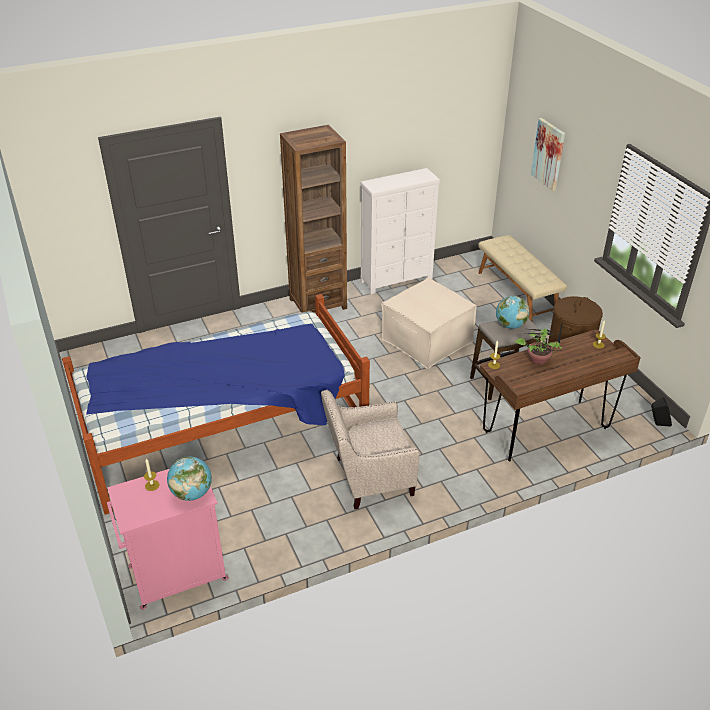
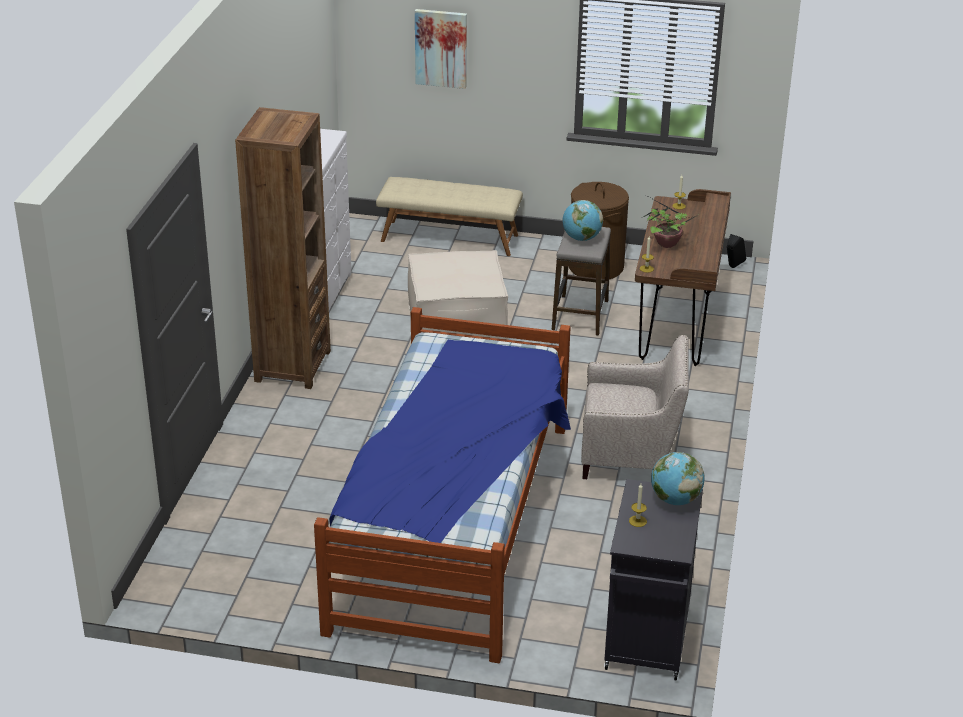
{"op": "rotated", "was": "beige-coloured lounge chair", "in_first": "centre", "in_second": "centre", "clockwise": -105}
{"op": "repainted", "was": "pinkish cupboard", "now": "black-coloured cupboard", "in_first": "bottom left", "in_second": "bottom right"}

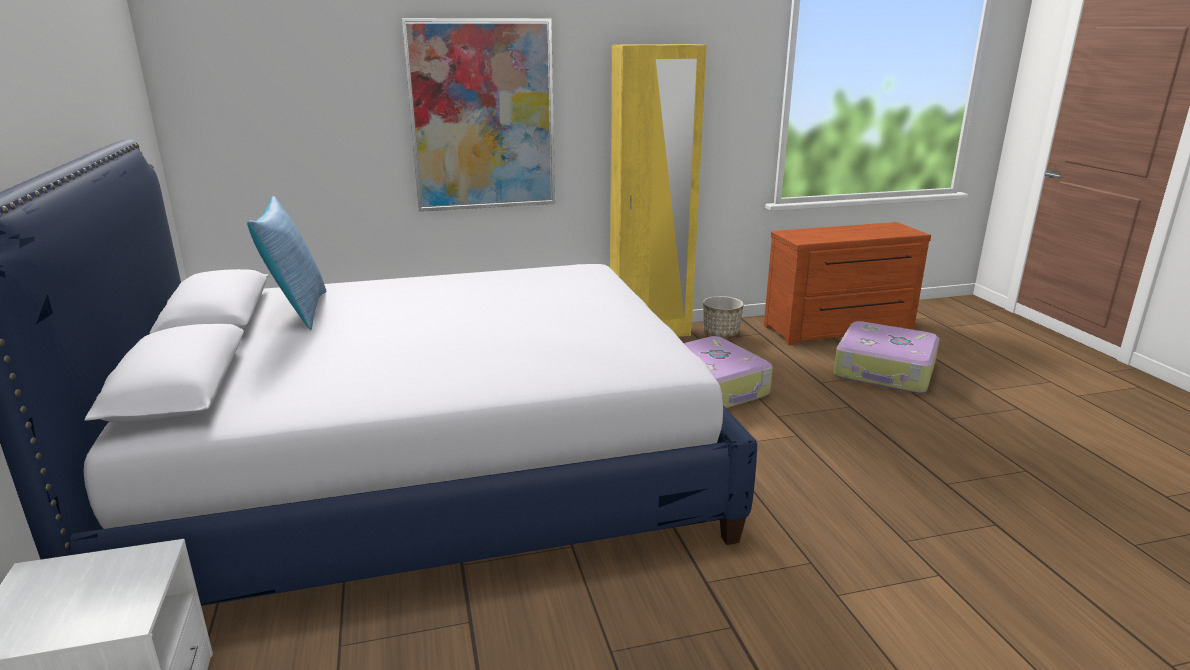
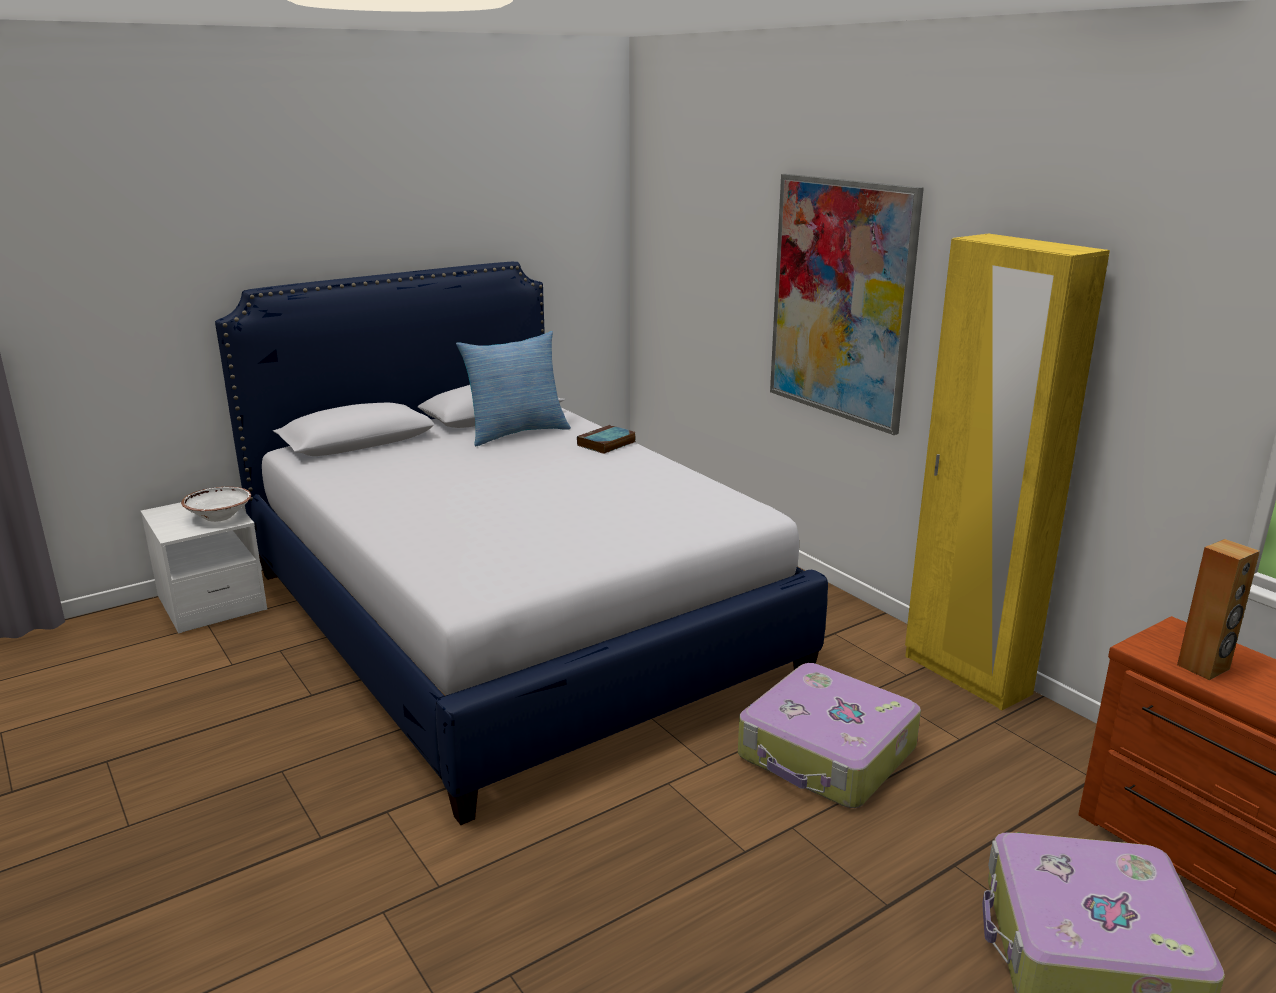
{"op": "gone", "was": "flower pot", "in_first": "centre"}
{"op": "new", "now": "book", "in_second": "centre"}
{"op": "new", "now": "whitish deep dish", "in_second": "middle left"}
{"op": "new", "now": "brownish audio speaker", "in_second": "middle right"}

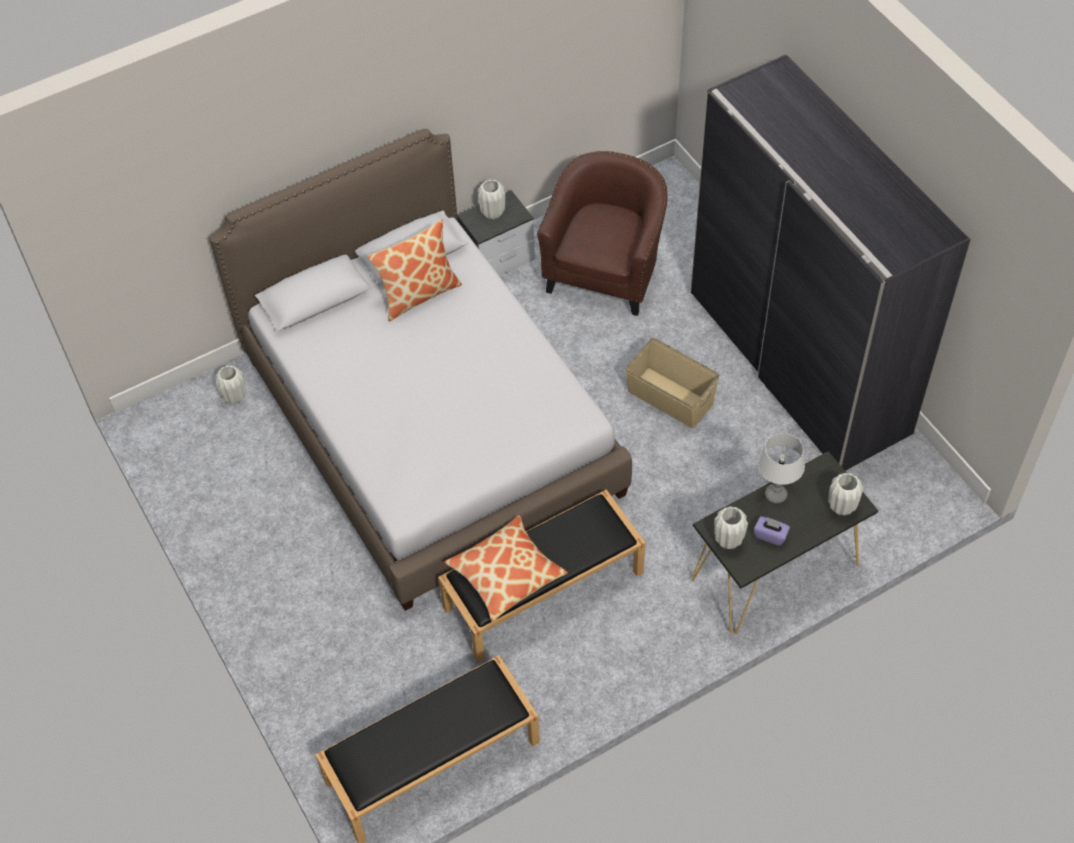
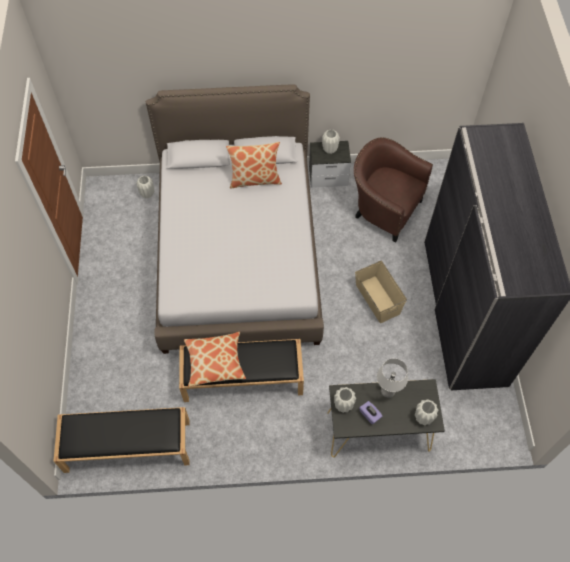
{"op": "rotated", "was": "brownish lounge chair", "in_first": "top centre", "in_second": "middle right", "clockwise": -105}

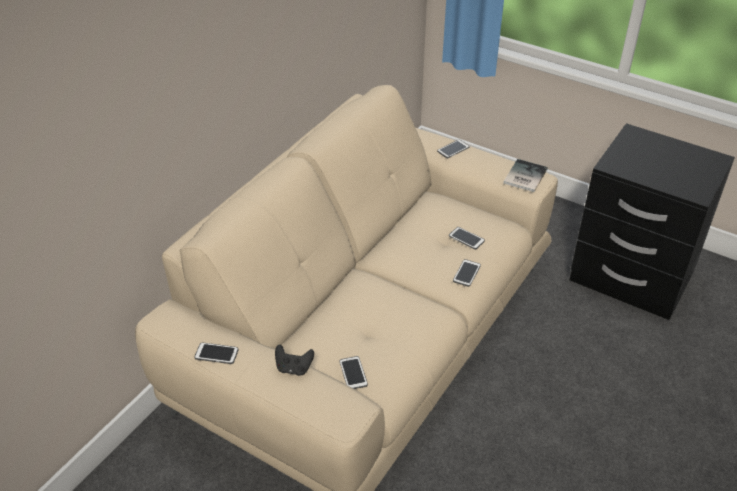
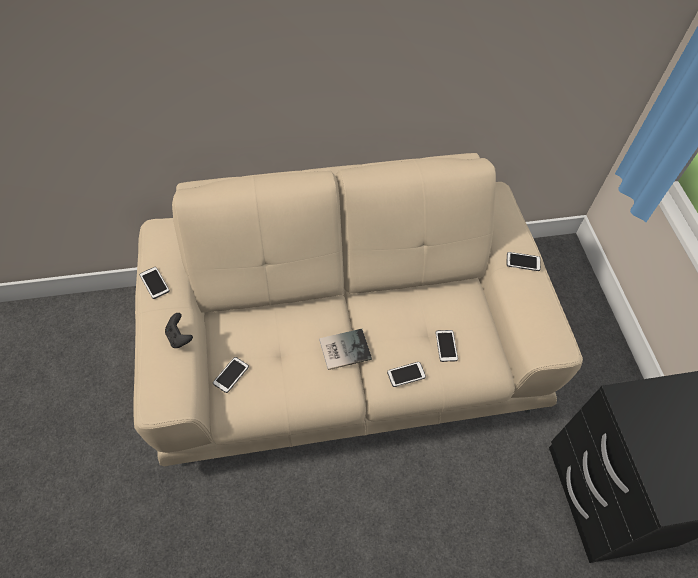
{"op": "shifted", "was": "book", "in_first": "middle right", "in_second": "centre"}

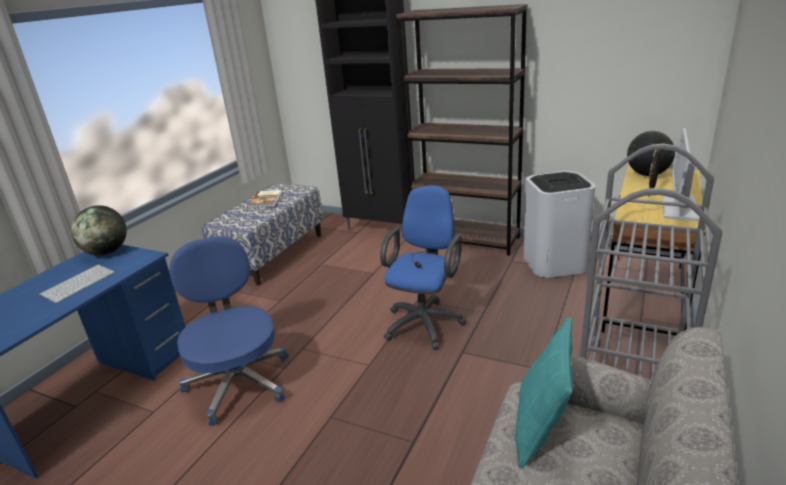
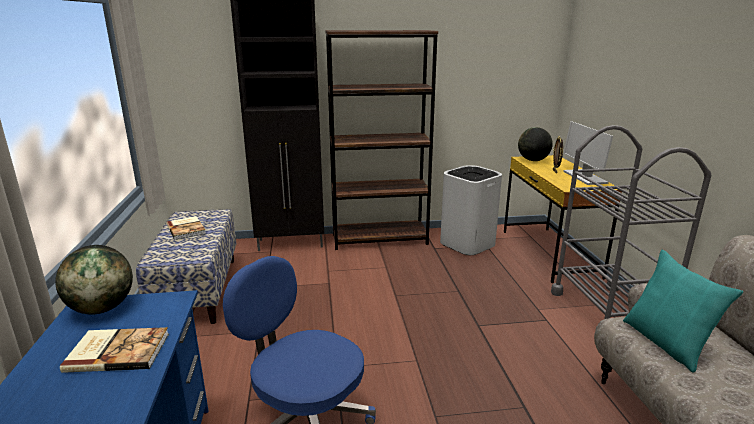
{"op": "gone", "was": "blue-coloured desk chair (no. 2 from left)", "in_first": "centre"}
{"op": "swapped", "was": "computer keyboard", "now": "book (no. 1 from left)", "in_first": "middle left", "in_second": "bottom left"}

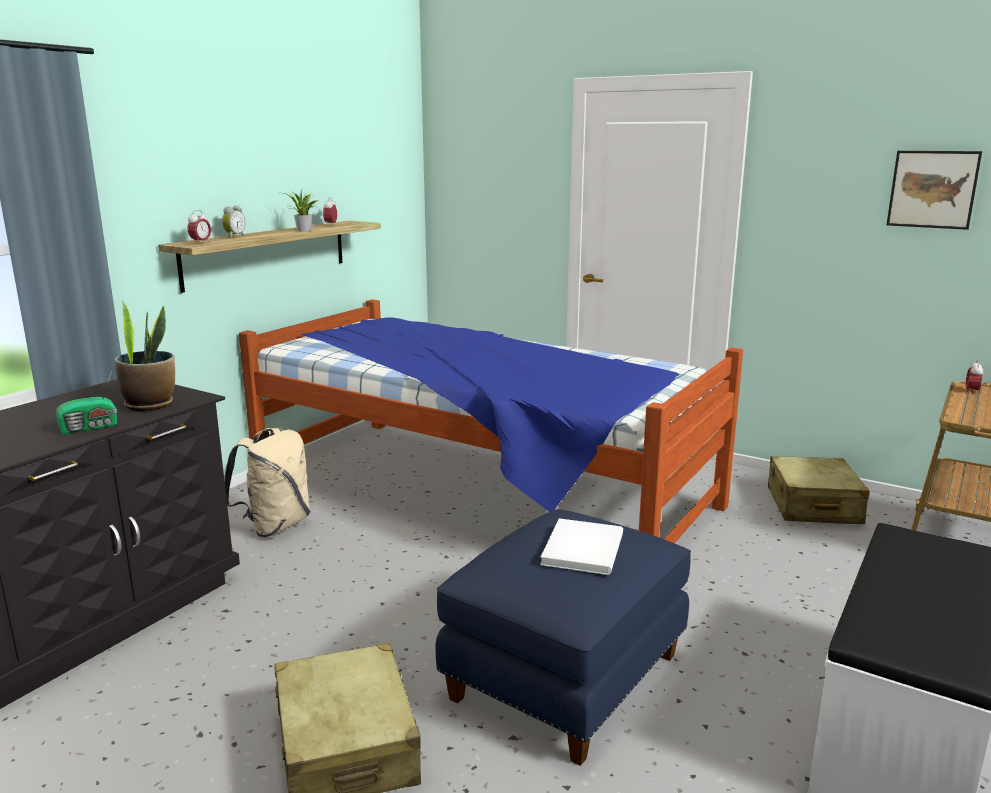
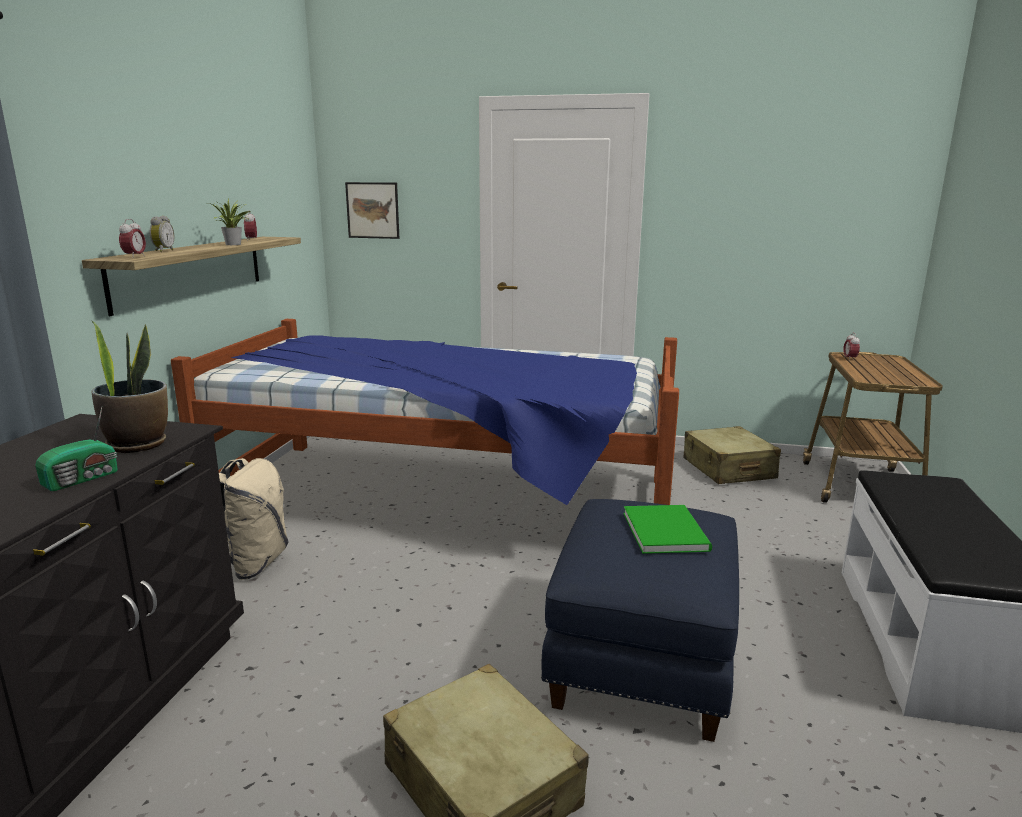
{"op": "shifted", "was": "picture", "in_first": "top right", "in_second": "top centre"}
{"op": "repainted", "was": "whitish book", "now": "green book", "in_first": "bottom centre", "in_second": "centre"}

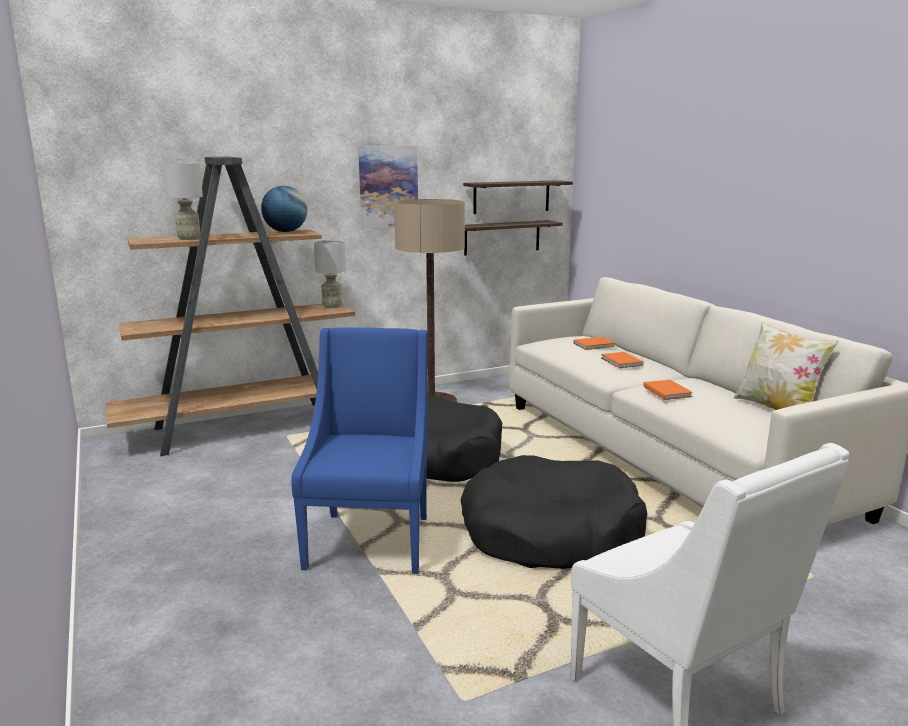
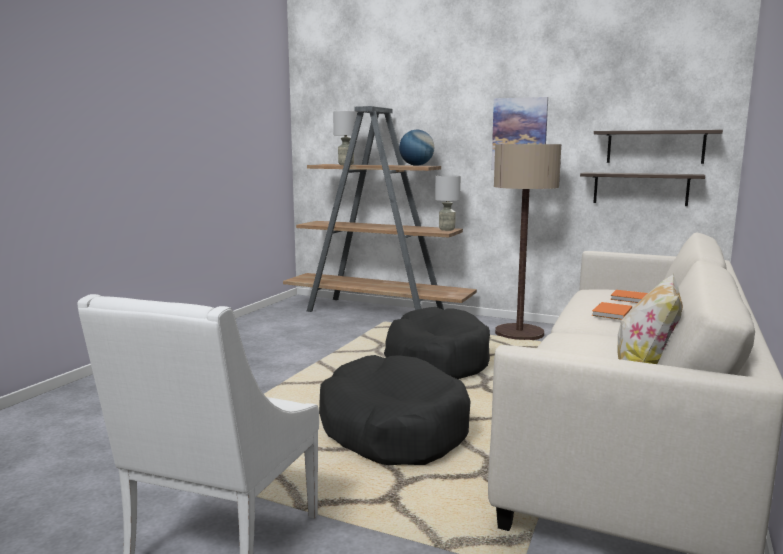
{"op": "gone", "was": "blue-coloured lounge chair", "in_first": "centre"}
{"op": "gone", "was": "orange book (no. 3 from left)", "in_first": "middle right"}

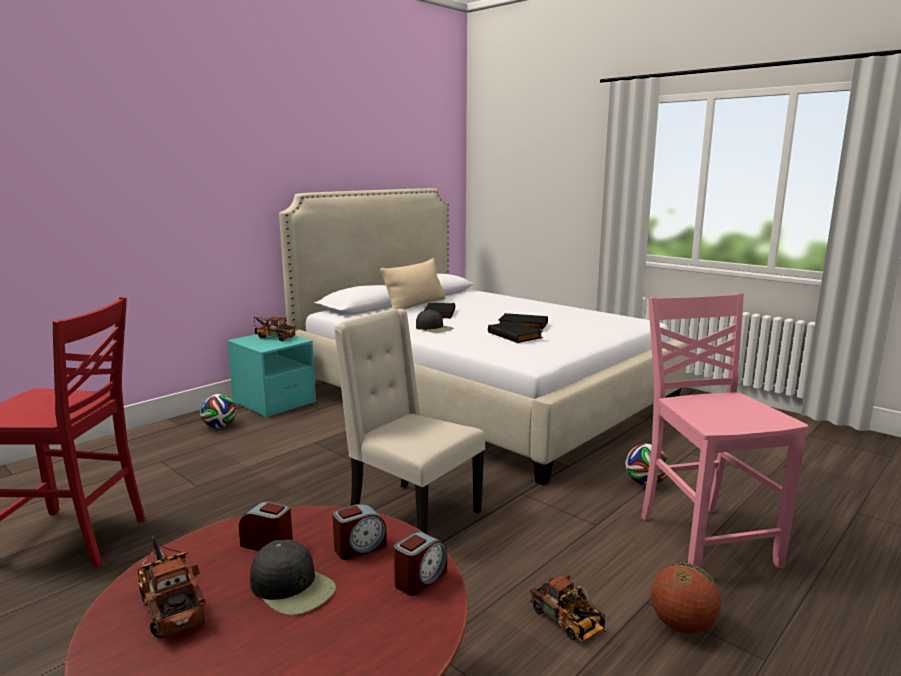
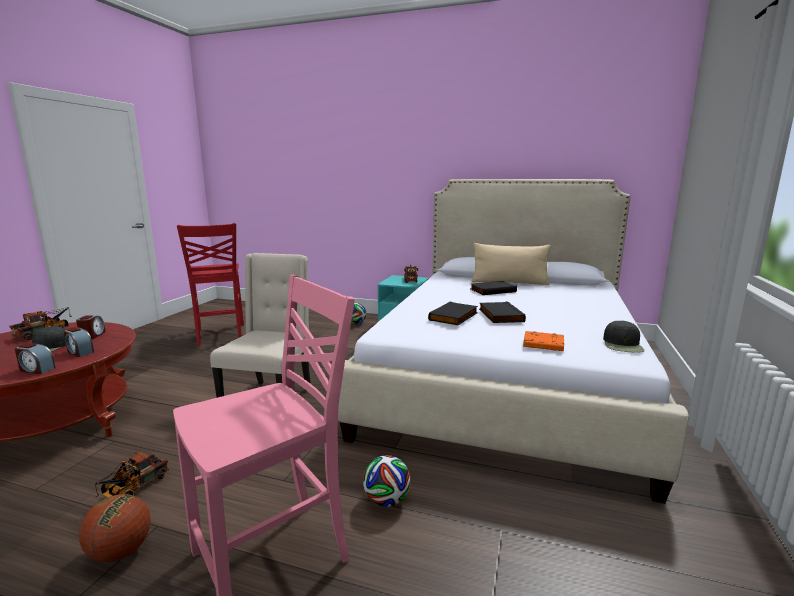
{"op": "shifted", "was": "black-coloured peaked cap (no. 2 from left)", "in_first": "centre", "in_second": "middle right"}
{"op": "new", "now": "orange book", "in_second": "middle right"}

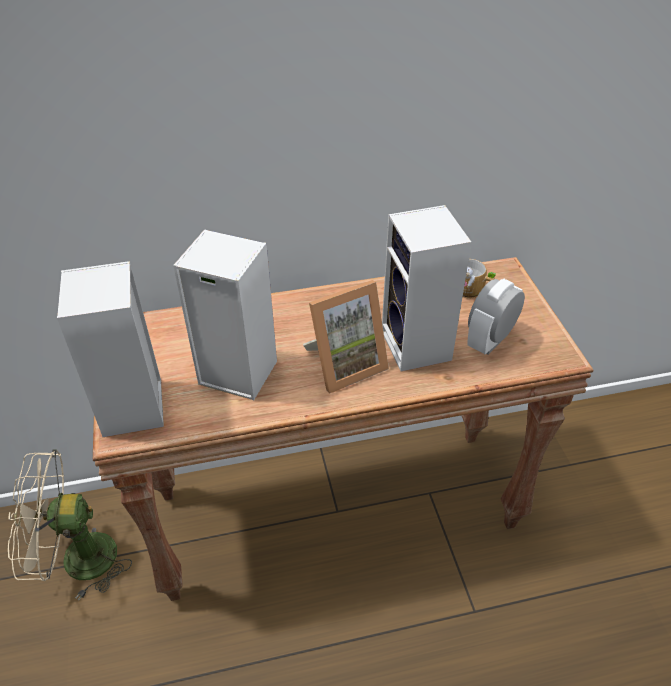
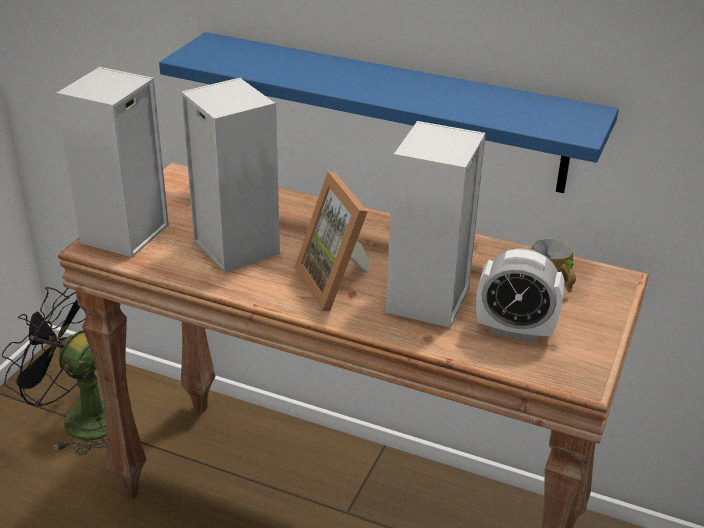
{"op": "rotated", "was": "bedside clock", "in_first": "middle right", "in_second": "middle right", "clockwise": -150}
{"op": "rotated", "was": "photo frame", "in_first": "centre", "in_second": "centre", "clockwise": 60}
{"op": "repainted", "was": "beige-coloured electric fan", "now": "black-coloured electric fan", "in_first": "bottom left", "in_second": "bottom left"}
{"op": "new", "now": "blue-coloured shelf", "in_second": "top centre"}

